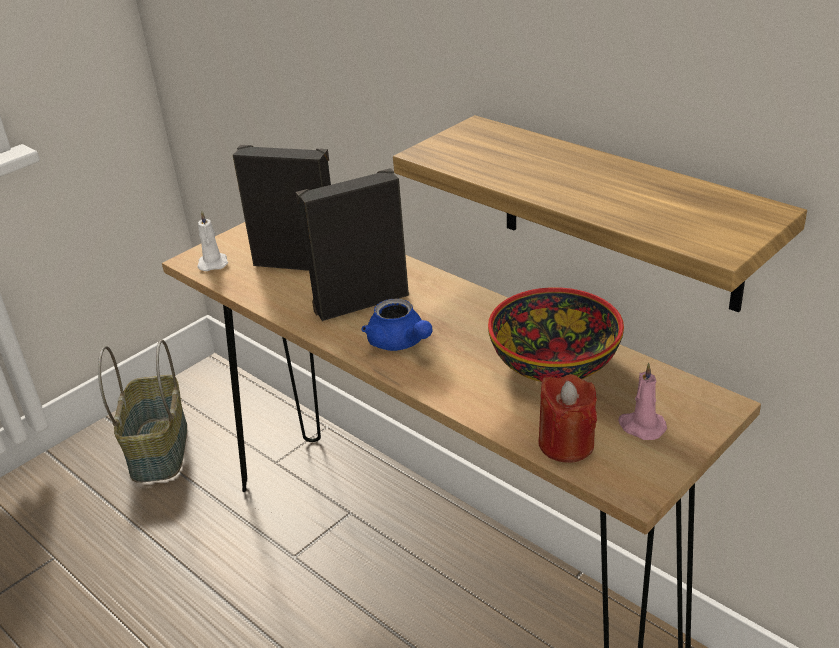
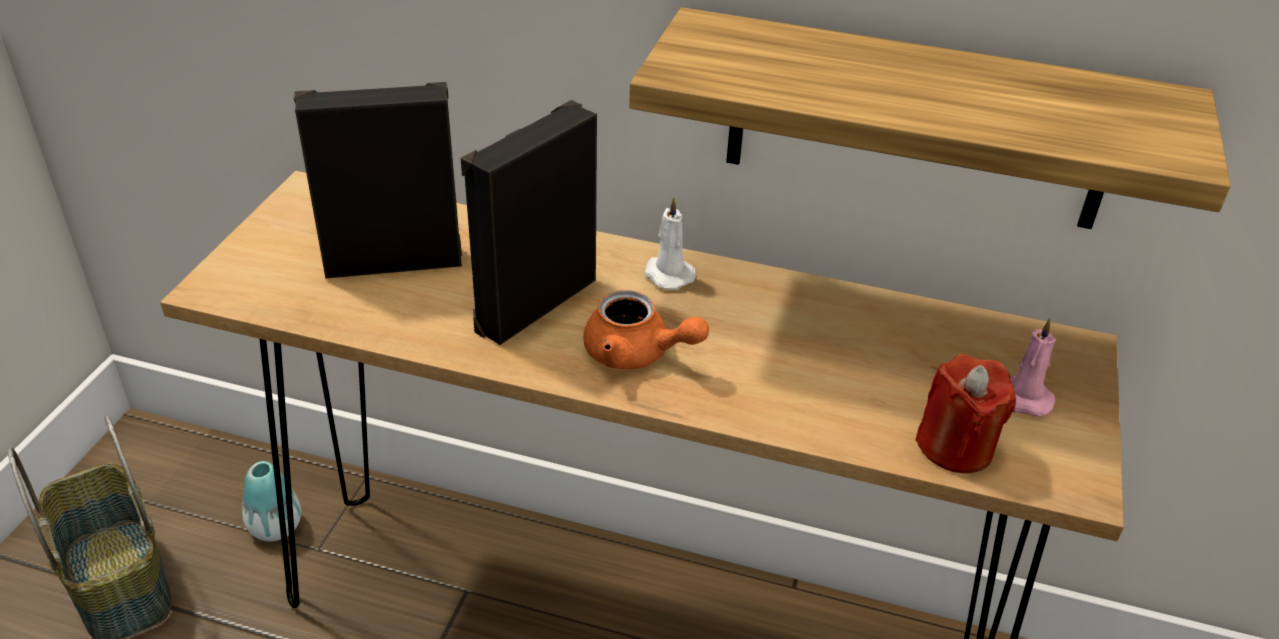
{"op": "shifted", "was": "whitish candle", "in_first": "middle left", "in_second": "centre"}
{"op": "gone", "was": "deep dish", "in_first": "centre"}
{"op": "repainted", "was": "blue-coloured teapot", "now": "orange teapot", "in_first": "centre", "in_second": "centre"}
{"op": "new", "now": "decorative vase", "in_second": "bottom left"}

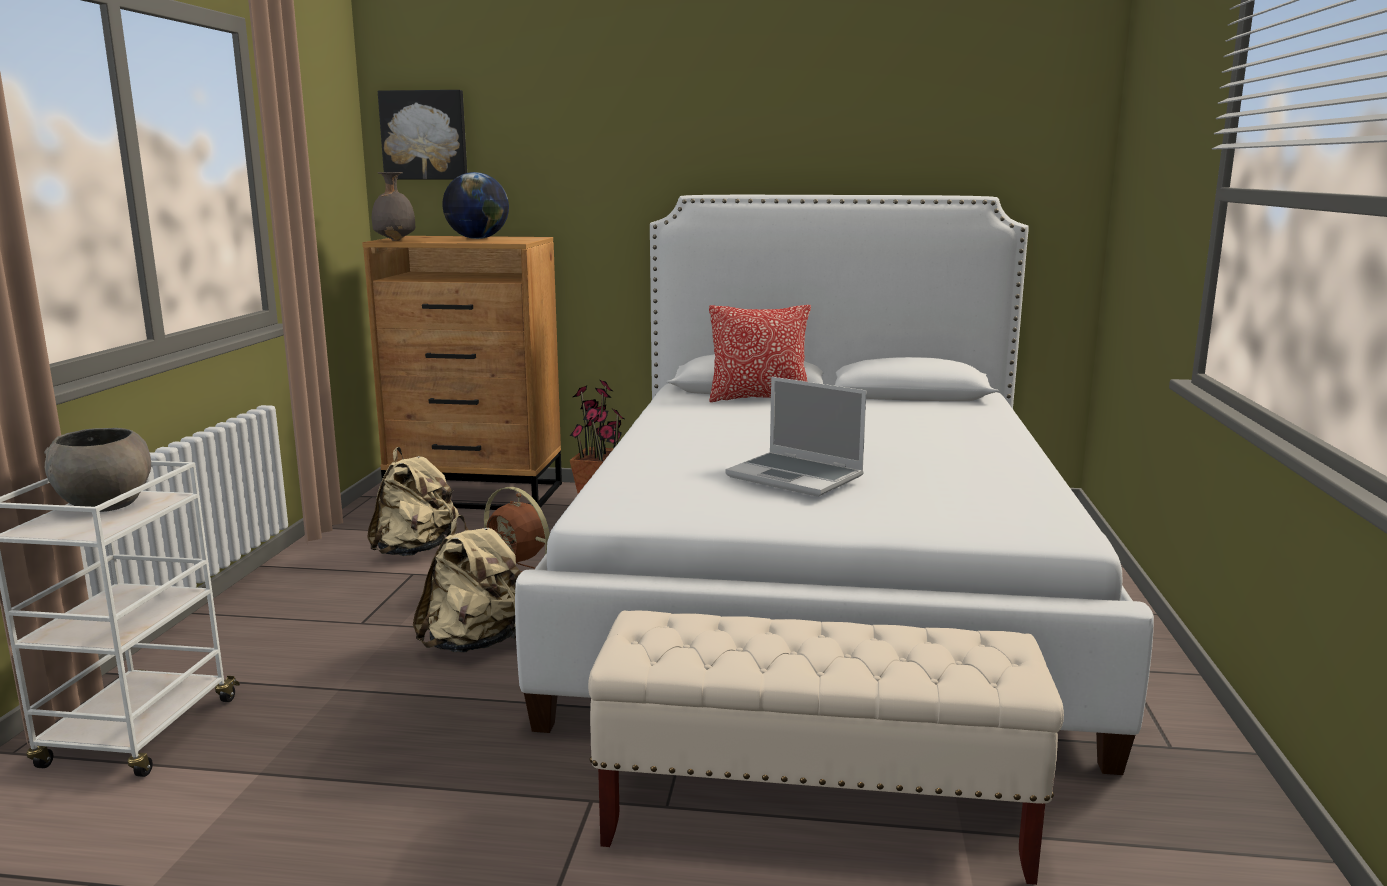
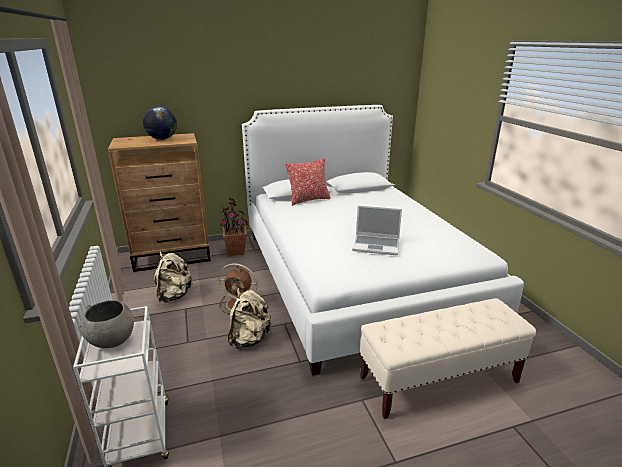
{"op": "gone", "was": "picture", "in_first": "top left"}
{"op": "gone", "was": "gray decorative vase", "in_first": "top left"}

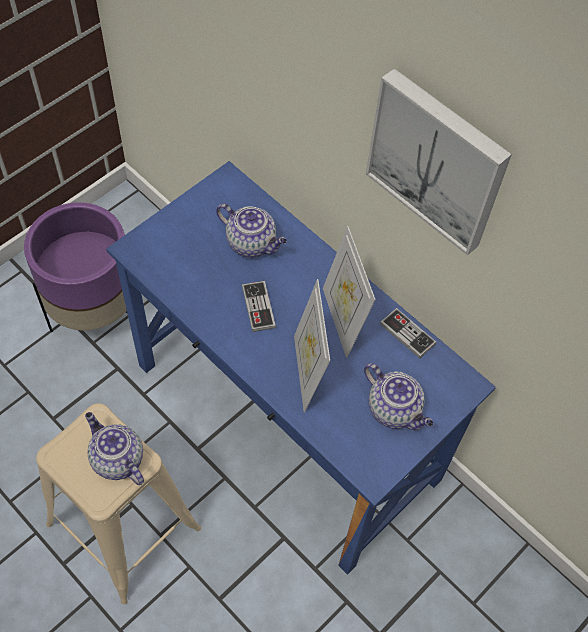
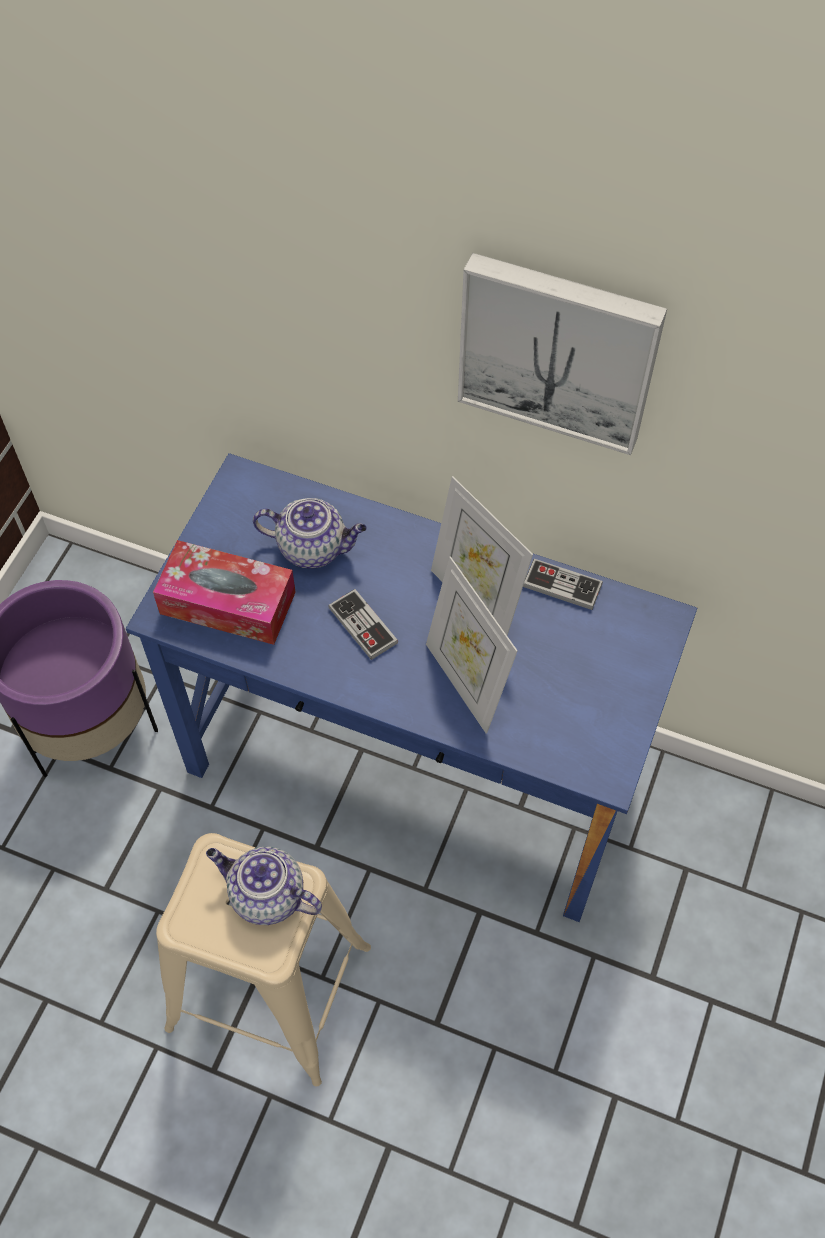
{"op": "gone", "was": "teapot (no. 3 from left)", "in_first": "middle right"}
{"op": "new", "now": "box of tissues", "in_second": "middle left"}

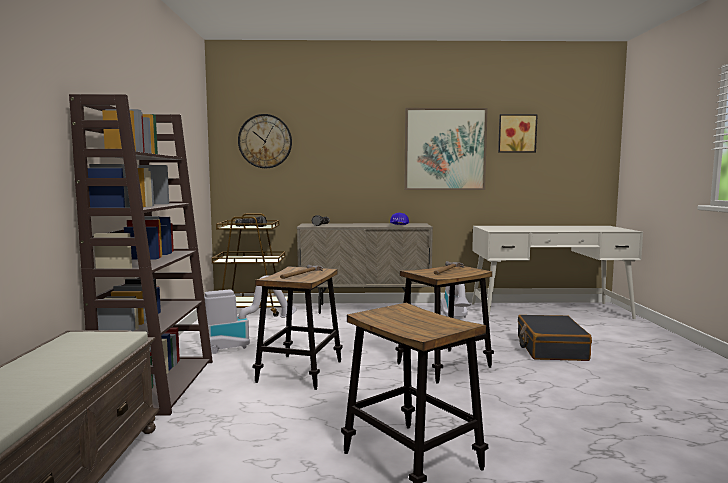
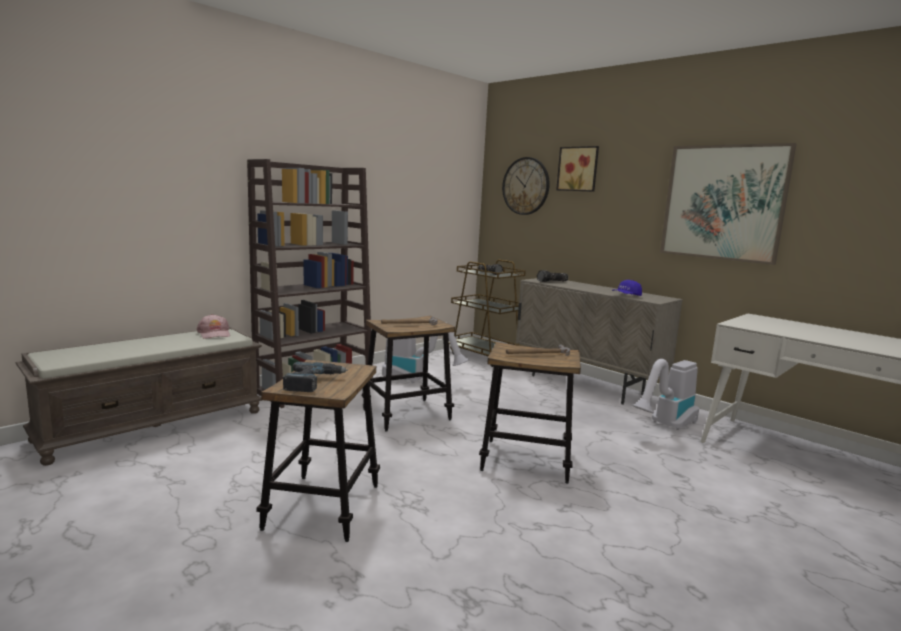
{"op": "shifted", "was": "picture (no. 2 from left in the first image)", "now": "picture (no. 1 from left)", "in_first": "top right", "in_second": "top centre"}
{"op": "gone", "was": "black-coloured travel case", "in_first": "bottom right"}
{"op": "new", "now": "pinkish peaked cap", "in_second": "middle left"}
{"op": "new", "now": "electric drill", "in_second": "centre"}

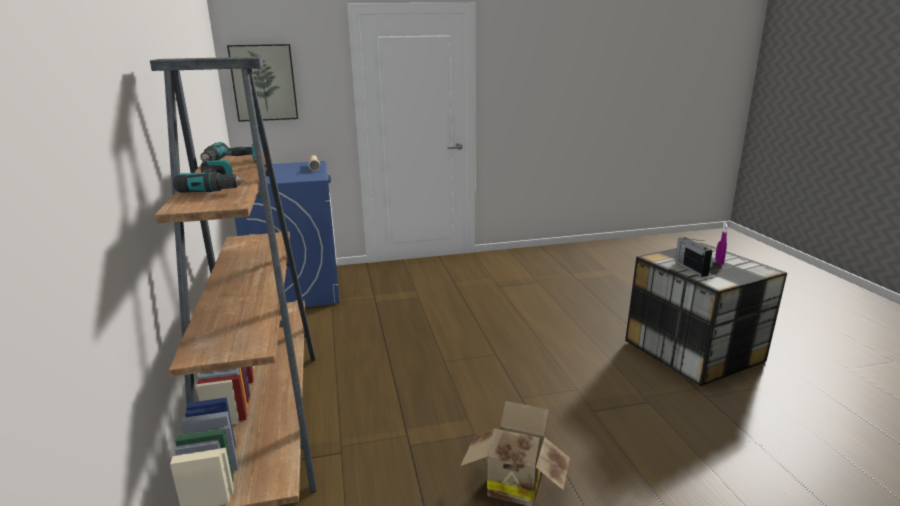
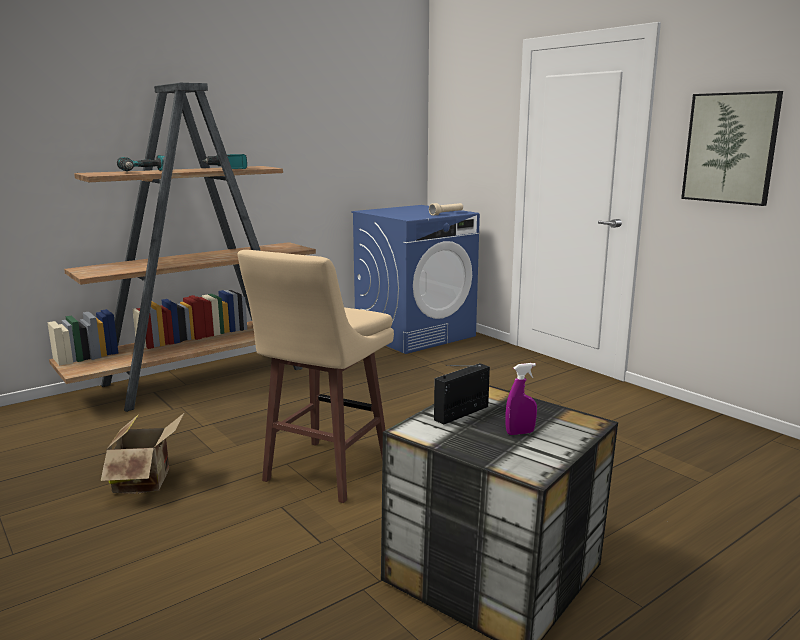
{"op": "shifted", "was": "picture", "in_first": "top left", "in_second": "top right"}
{"op": "new", "now": "beige-coloured stool seat", "in_second": "centre"}

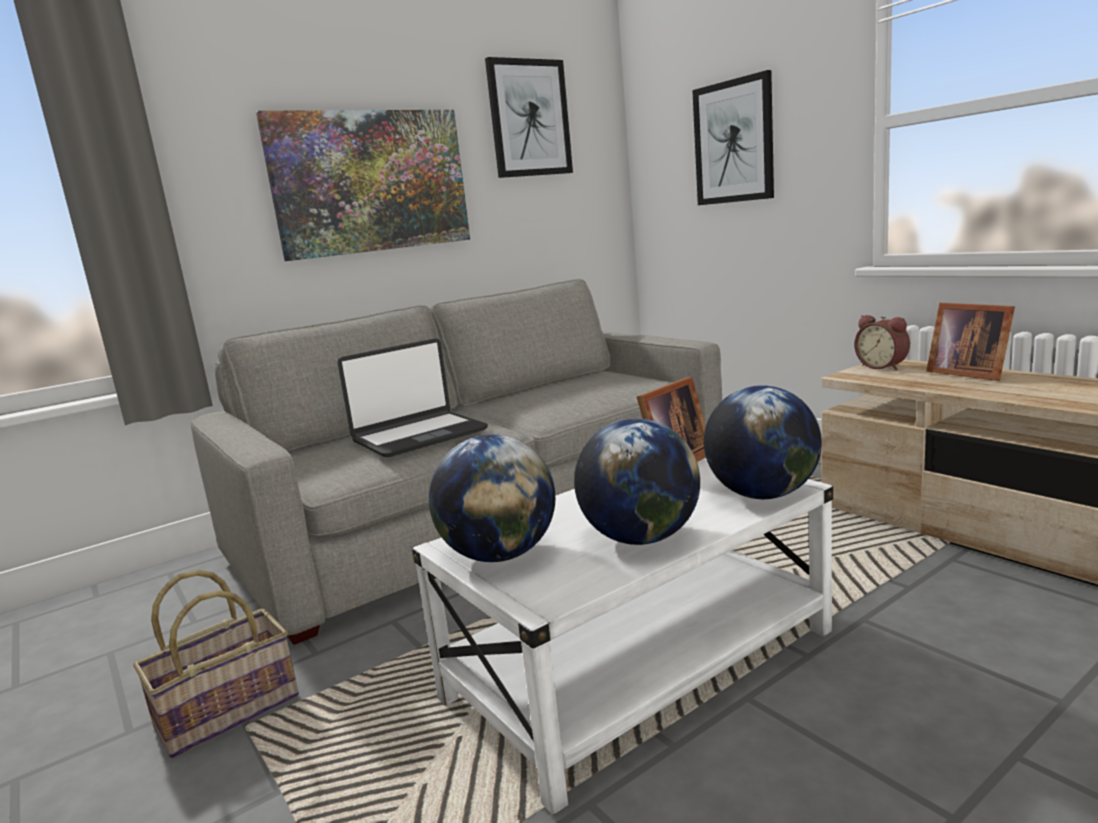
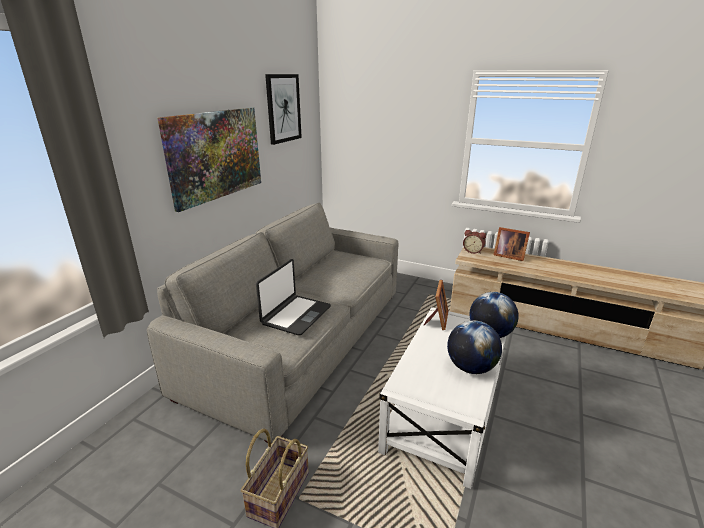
{"op": "gone", "was": "picture (no. 3 from left)", "in_first": "top right"}
{"op": "gone", "was": "world globe (no. 1 from left)", "in_first": "centre"}

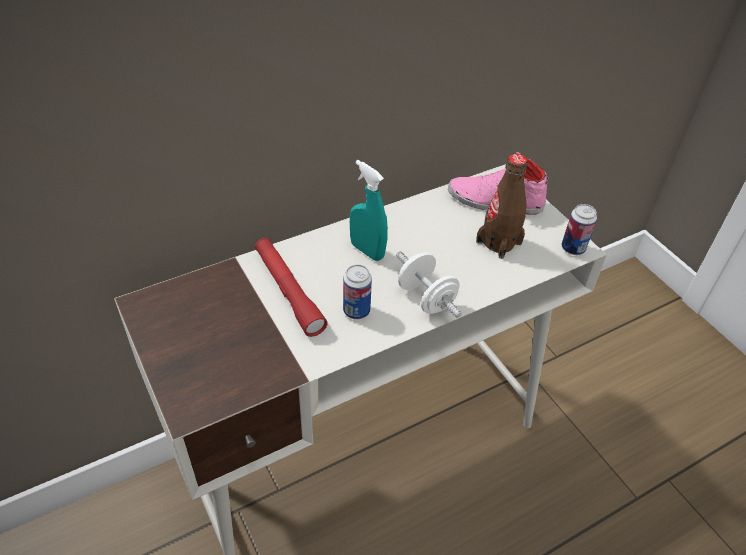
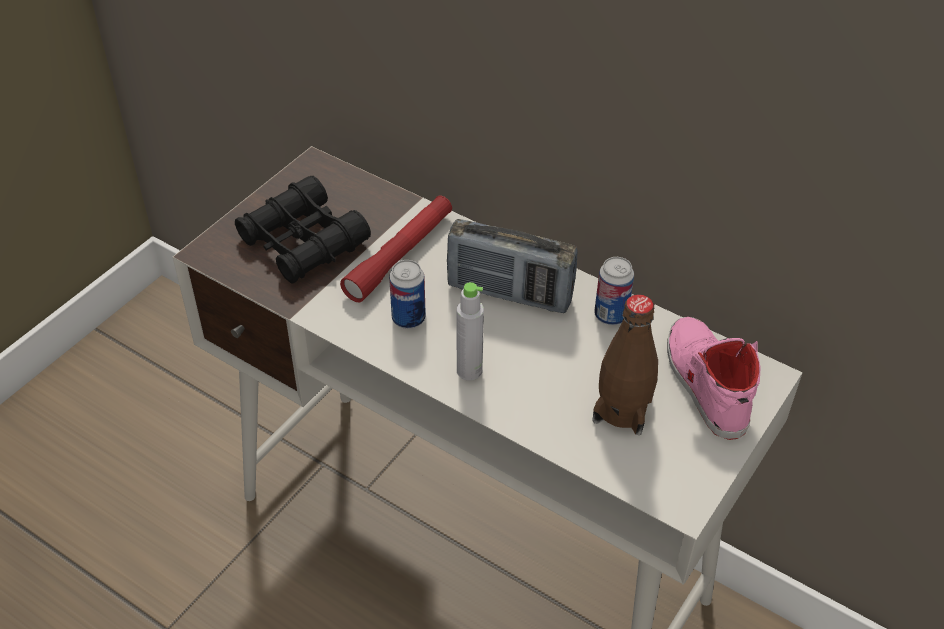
{"op": "swapped", "was": "blue-green sprayer", "now": "radio", "in_first": "centre", "in_second": "centre"}
{"op": "shifted", "was": "sealed can (no. 2 from left)", "in_first": "middle right", "in_second": "centre"}
{"op": "swapped", "was": "whitish dumbbell", "now": "gray drink bottle", "in_first": "centre", "in_second": "centre"}
{"op": "new", "now": "black-coloured field glasses", "in_second": "middle left"}

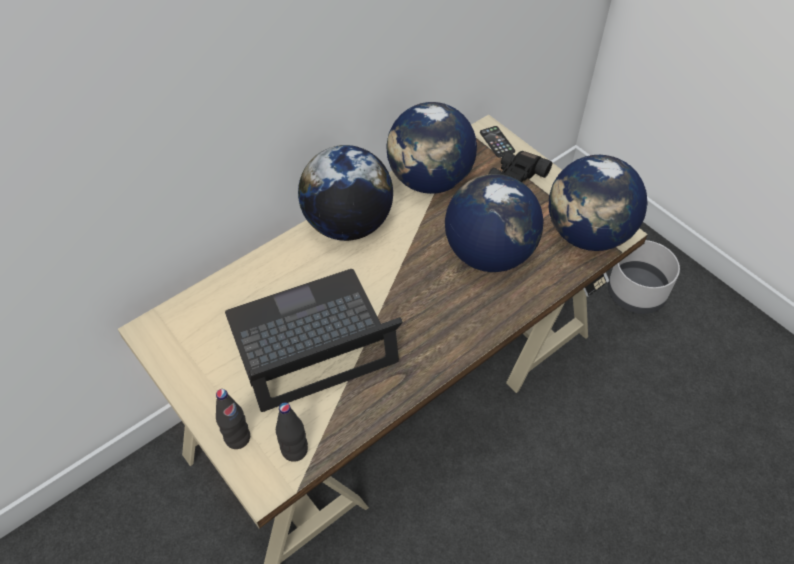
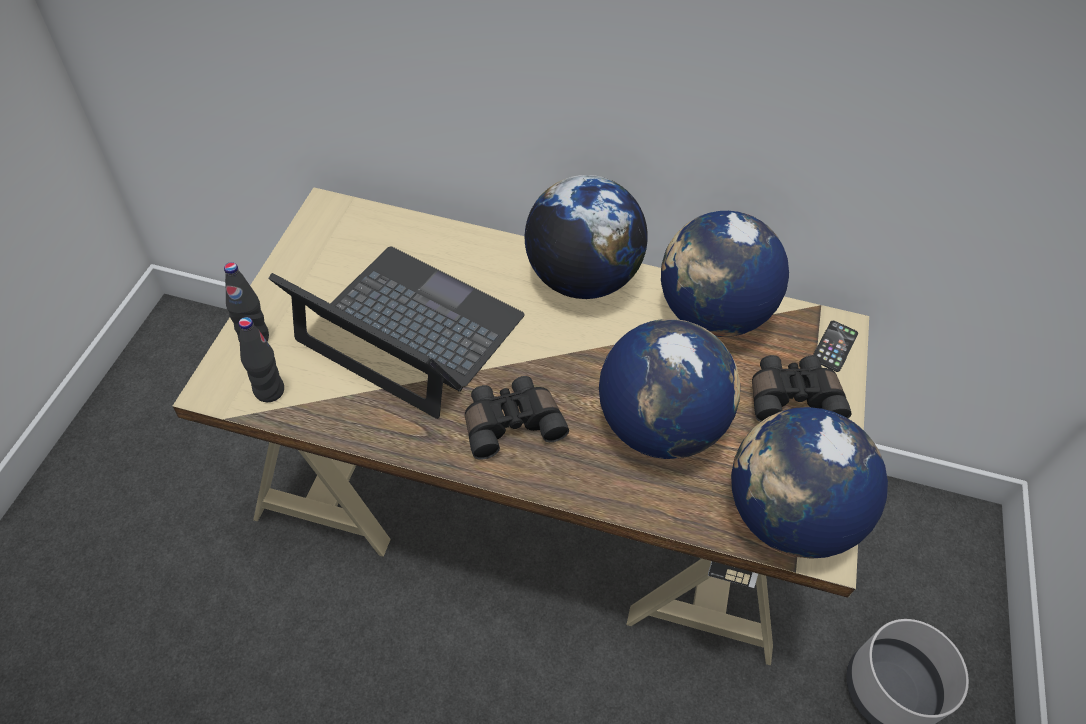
{"op": "new", "now": "black-coloured field glasses (no. 1 from left)", "in_second": "centre"}

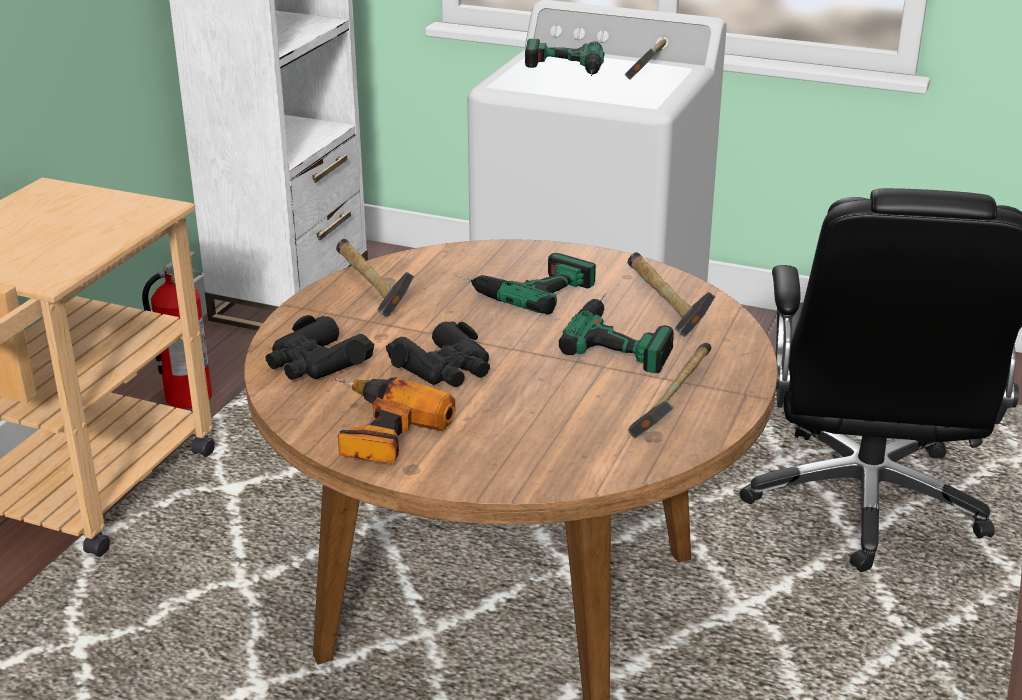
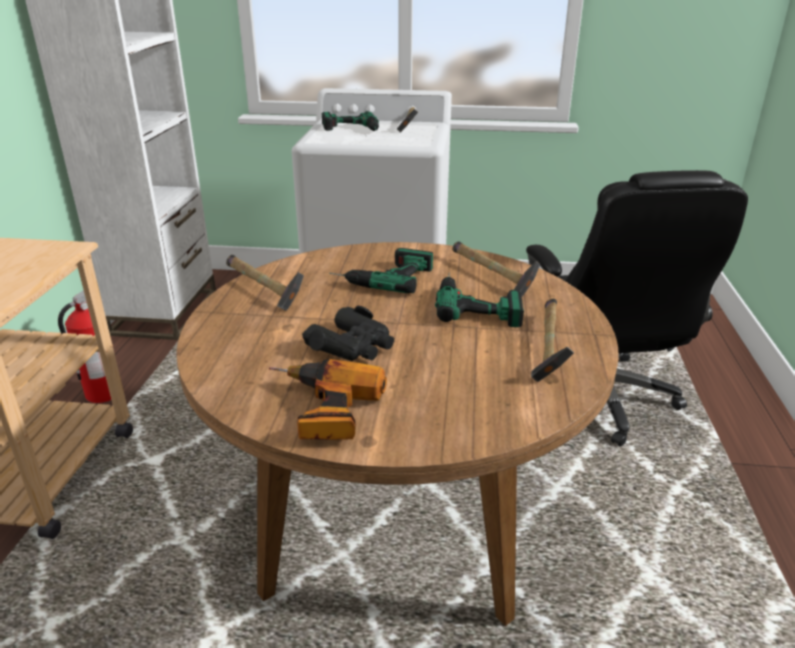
{"op": "gone", "was": "black-coloured field glasses (no. 1 from left)", "in_first": "middle left"}

